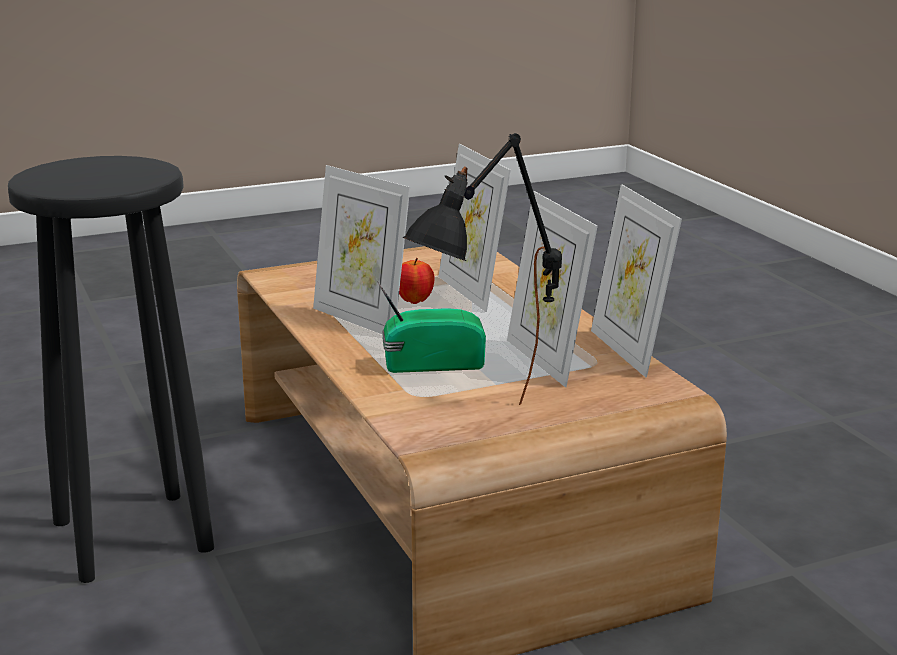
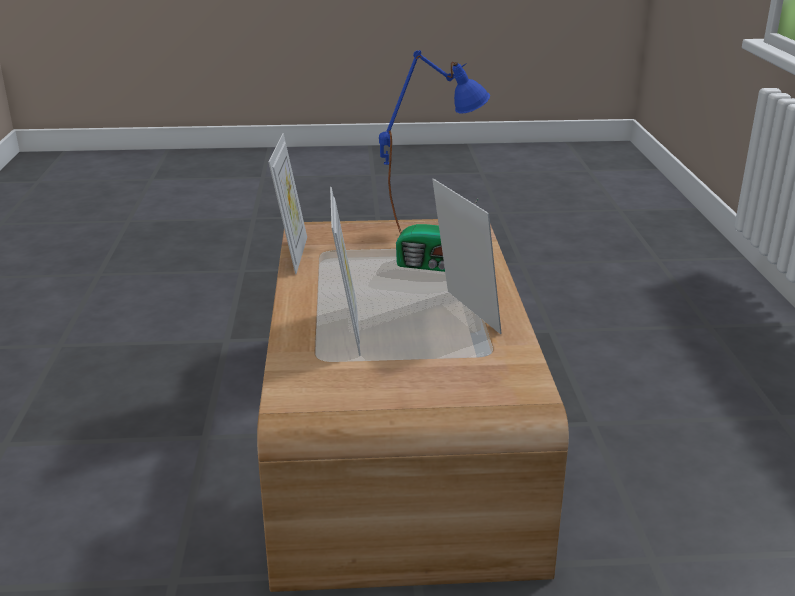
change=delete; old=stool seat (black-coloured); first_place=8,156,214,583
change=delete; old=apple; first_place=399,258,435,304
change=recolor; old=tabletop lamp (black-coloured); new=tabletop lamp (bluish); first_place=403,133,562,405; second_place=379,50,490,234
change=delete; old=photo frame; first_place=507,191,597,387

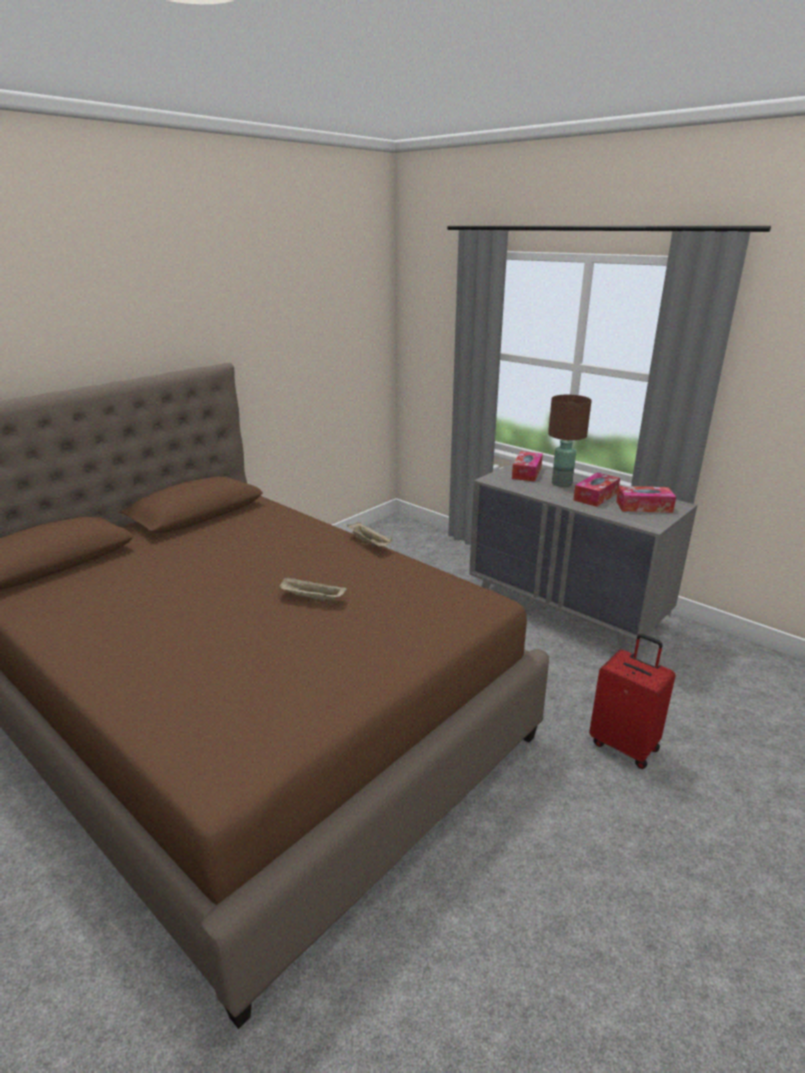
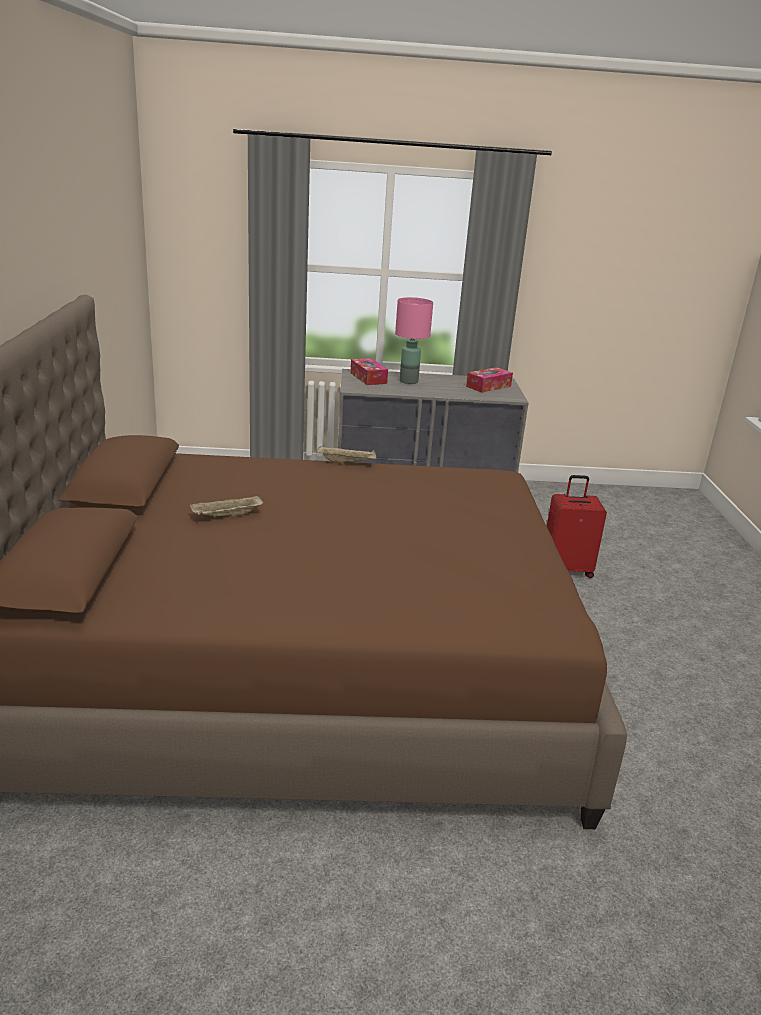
change=move; old=tray (beige); first_place=278,577,347,602; second_place=190,495,263,518
change=recolor; old=tabletop lamp (brown); new=tabletop lamp (pink-coloured); first_place=548,395,592,487; second_place=395,297,433,384
change=delete; old=tissue holder; first_place=573,473,620,507

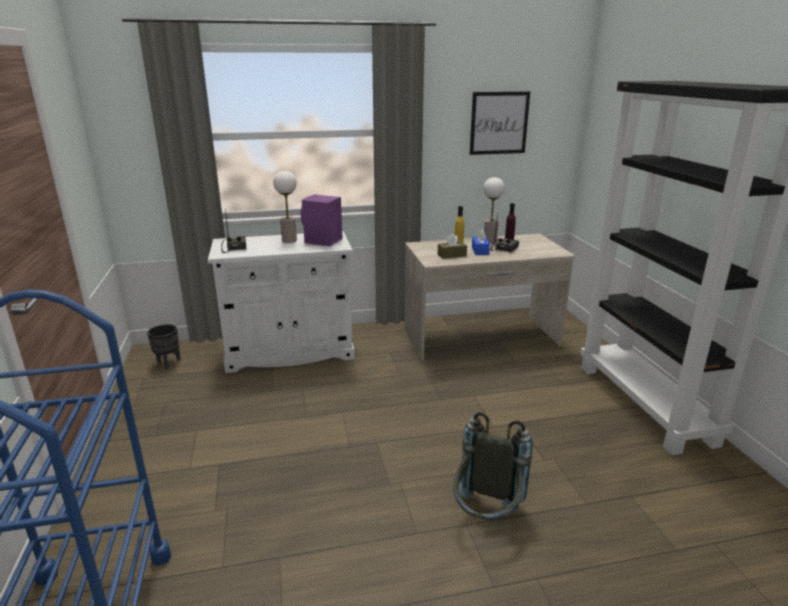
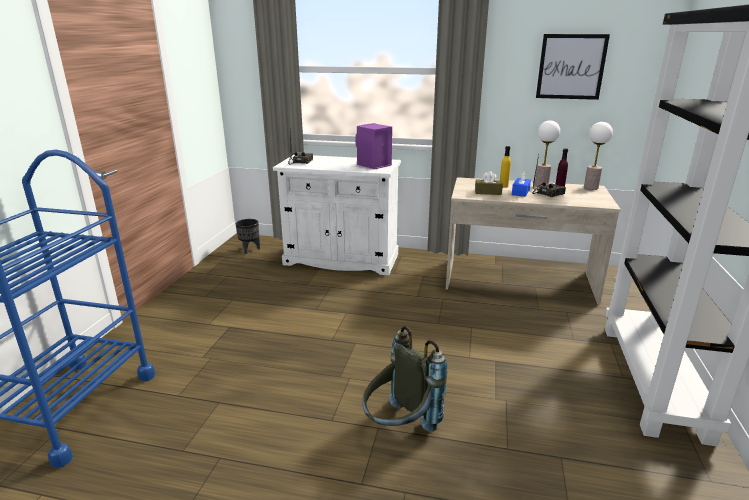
change=move; old=tabletop lamp; first_place=273,170,297,243; second_place=584,122,613,190

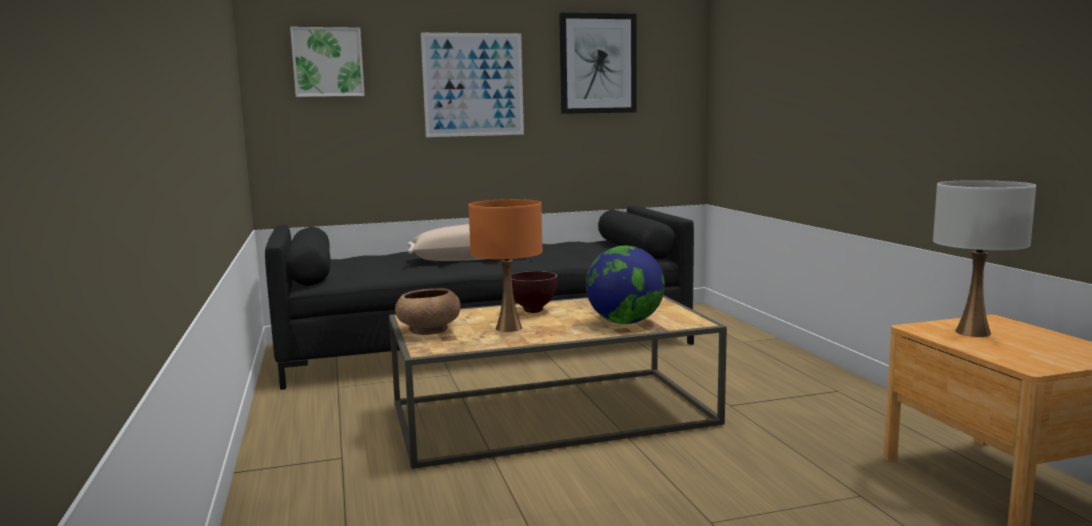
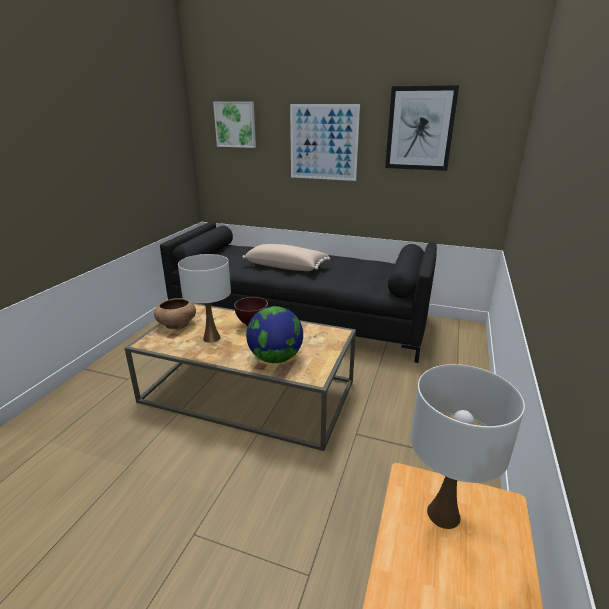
change=recolor; old=tabletop lamp (orange); new=tabletop lamp (white); first_place=469,199,542,332; second_place=178,254,231,343

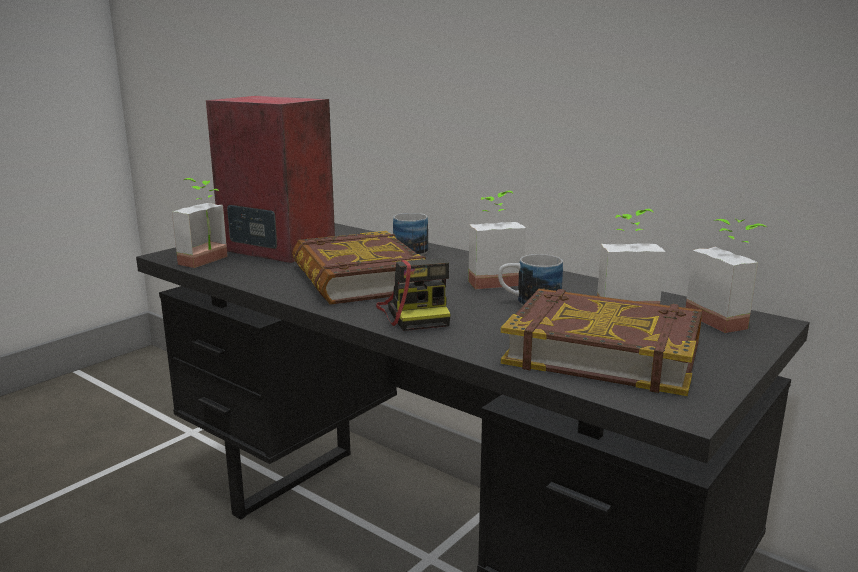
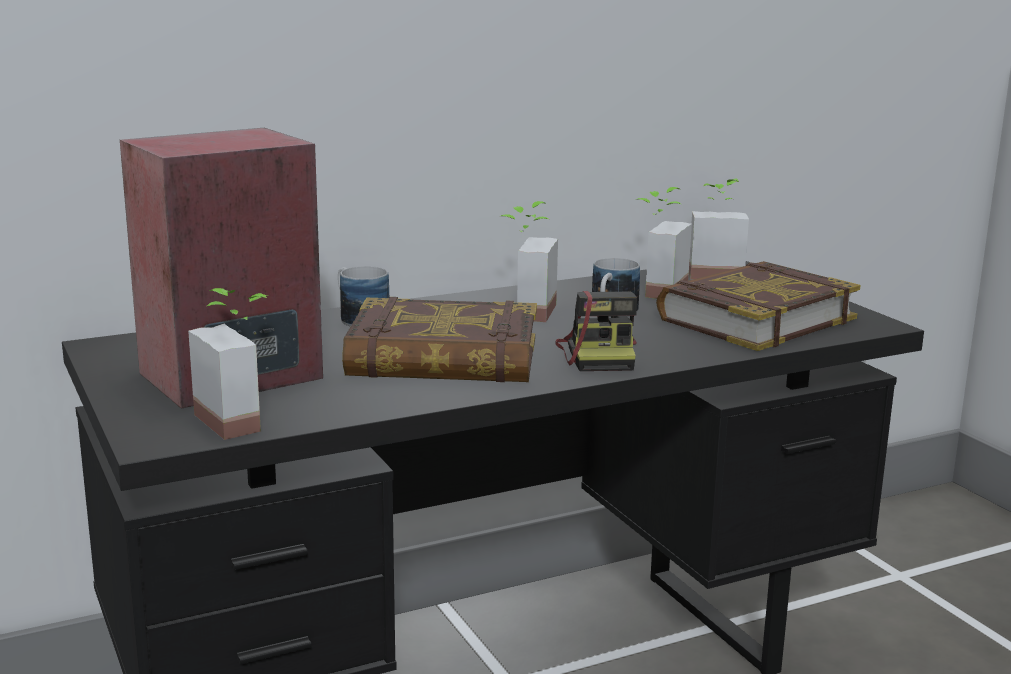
change=rotate; old=photo camera; first_place=376,258,451,331; second_place=555,291,637,371; degrees=75

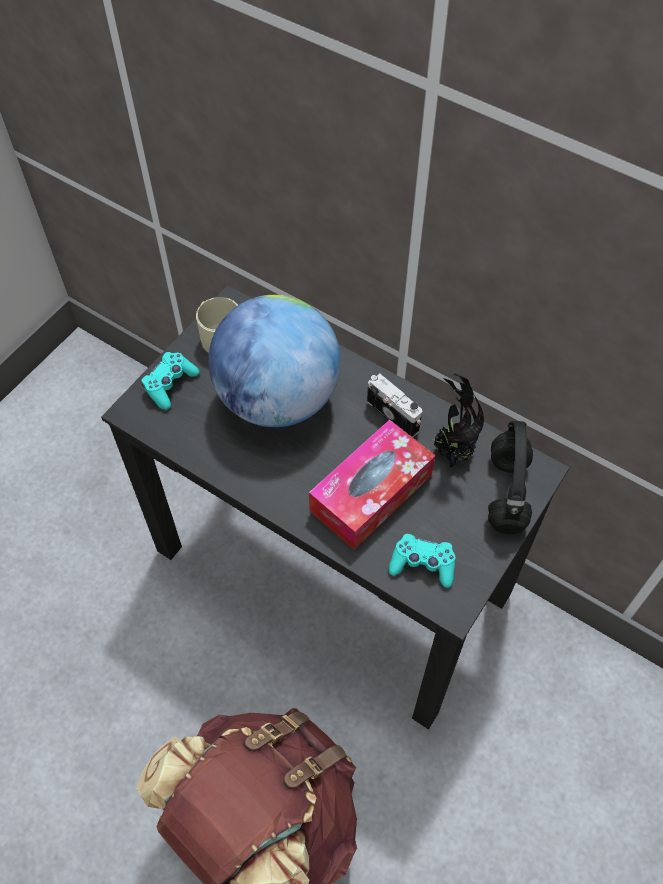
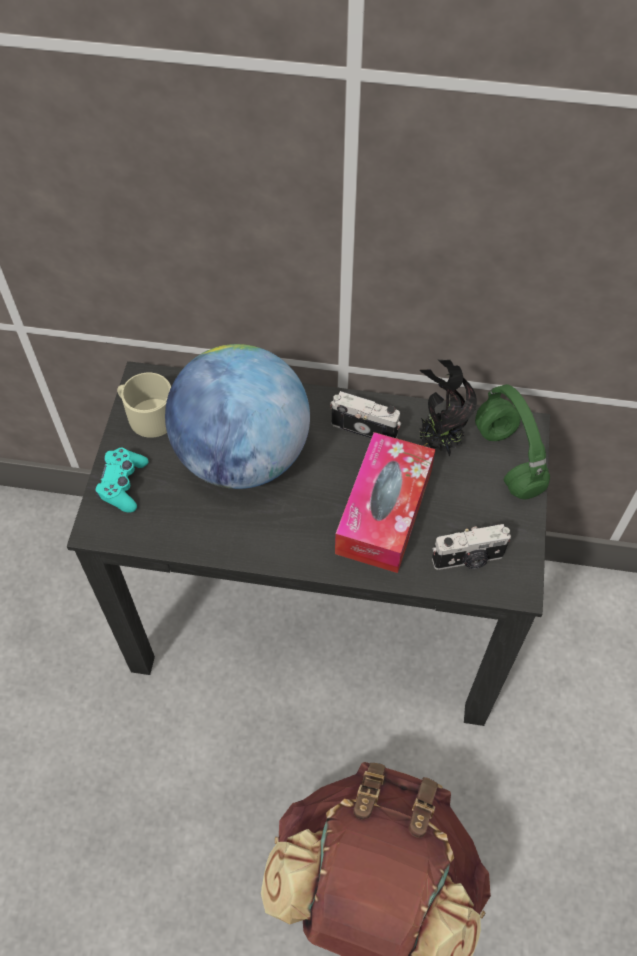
change=replace; old=joypad (blue-green); new=photo camera; first_place=389,534,455,588; second_place=432,524,511,570
change=recolor; old=headset (black-coloured); new=headset (greenish); first_place=488,421,533,534; second_place=475,384,550,500

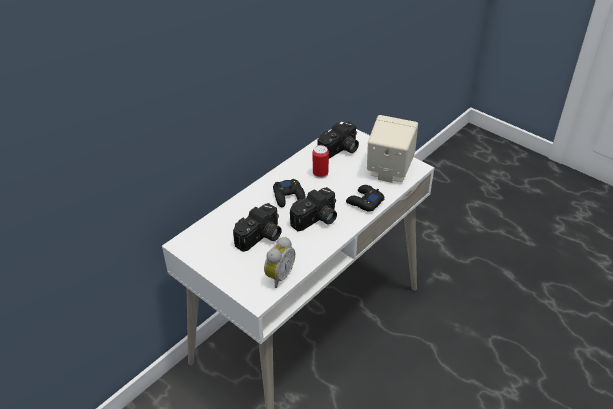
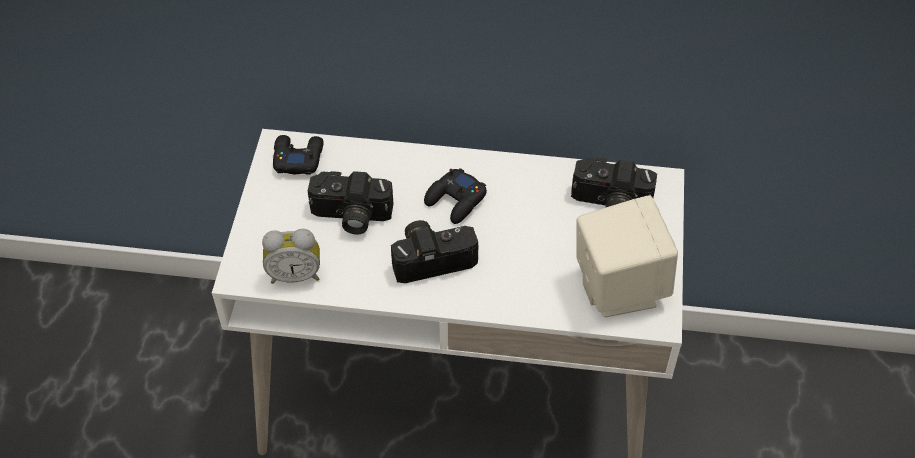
change=rotate; old=photo camera; first_place=290,187,337,231; second_place=391,220,478,283; degrees=150
change=delete; old=metal can; first_place=313,145,329,179
change=move; old=joypad (black-coloured); first_place=346,185,384,212; second_place=273,135,323,175

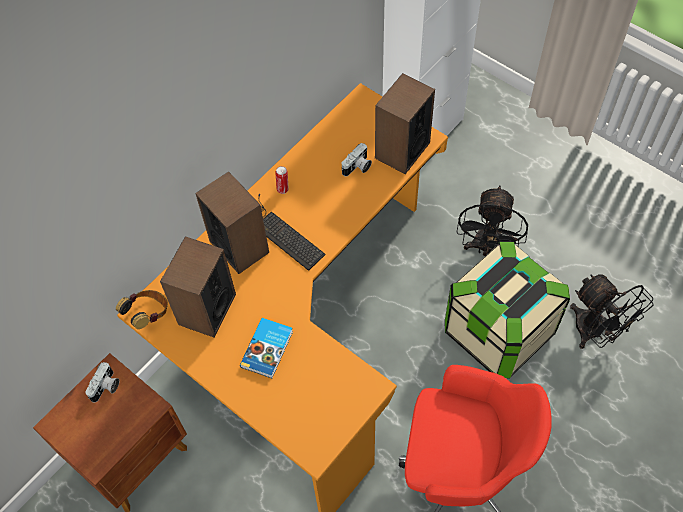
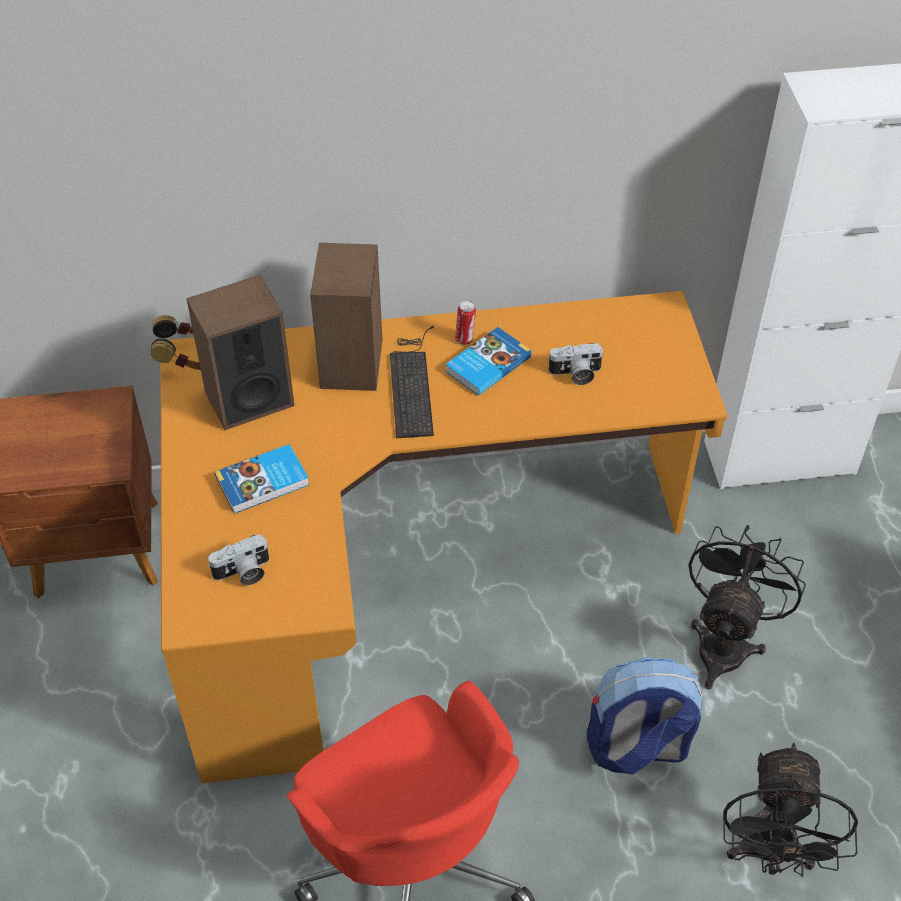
change=move; old=photo camera; first_place=85,362,119,402; second_place=208,534,269,585
change=delete; old=speaker; first_place=375,73,435,174
change=replace; old=storage bin; new=backpack; first_place=445,242,570,378; second_place=587,657,702,775
change=rotate; old=electric fan (black-coloured); first_place=457,186,528,256; second_place=688,525,806,689; degrees=150
change=insert; new=book; second_place=446,327,531,396

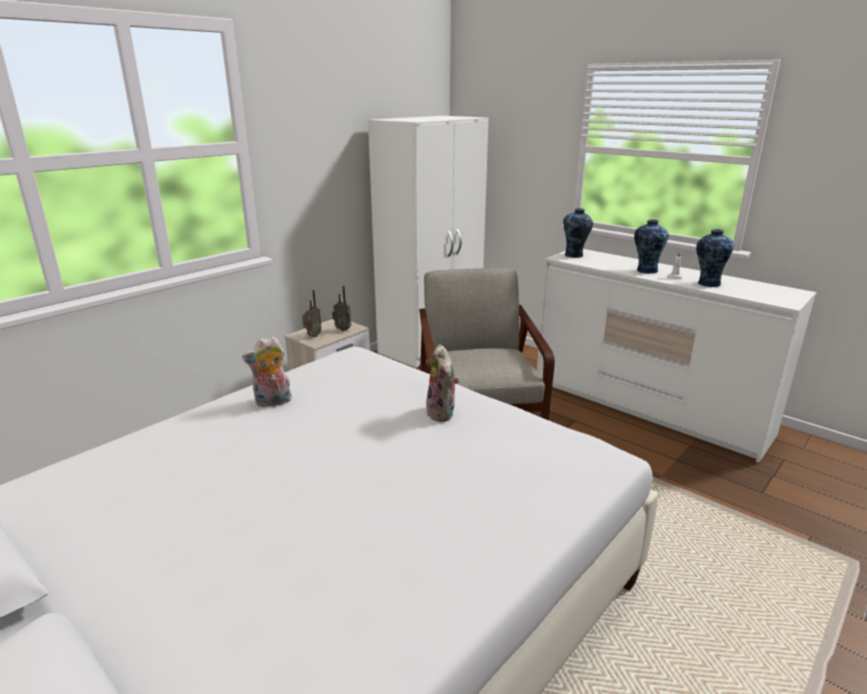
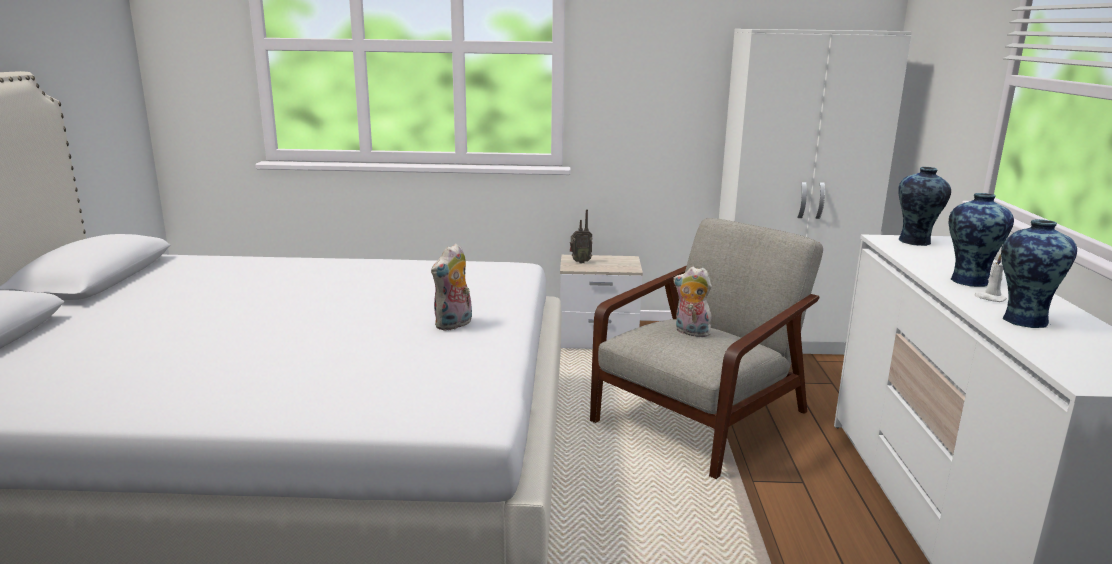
change=move; old=soft toy; first_place=242,336,292,407; second_place=673,267,712,337
change=delete; old=radio receiver; first_place=332,286,351,331

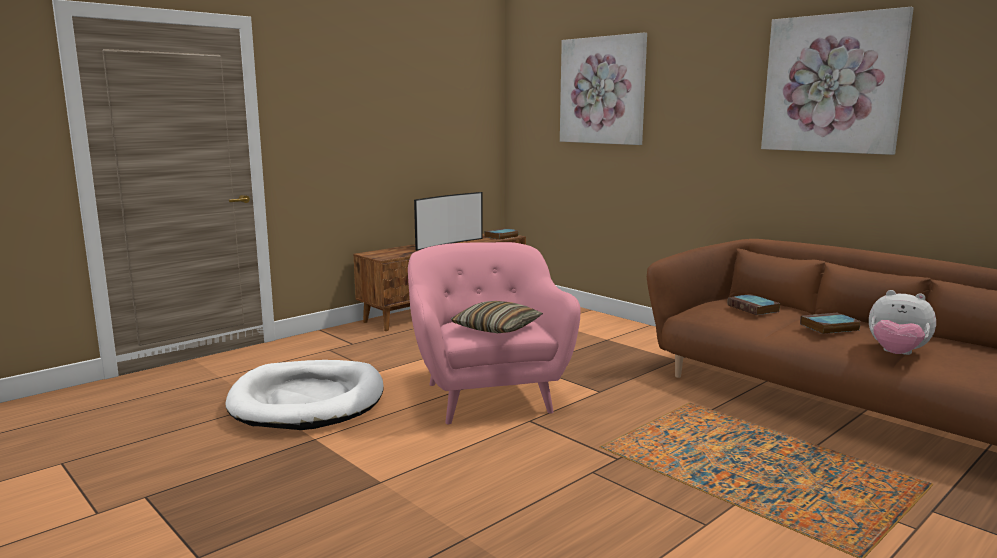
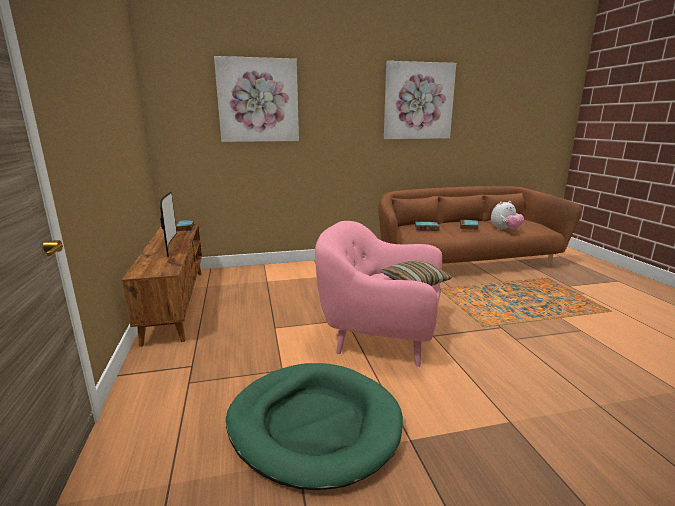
change=recolor; old=dog bed (white); new=dog bed (greenish); first_place=225,360,384,430; second_place=226,363,403,490

